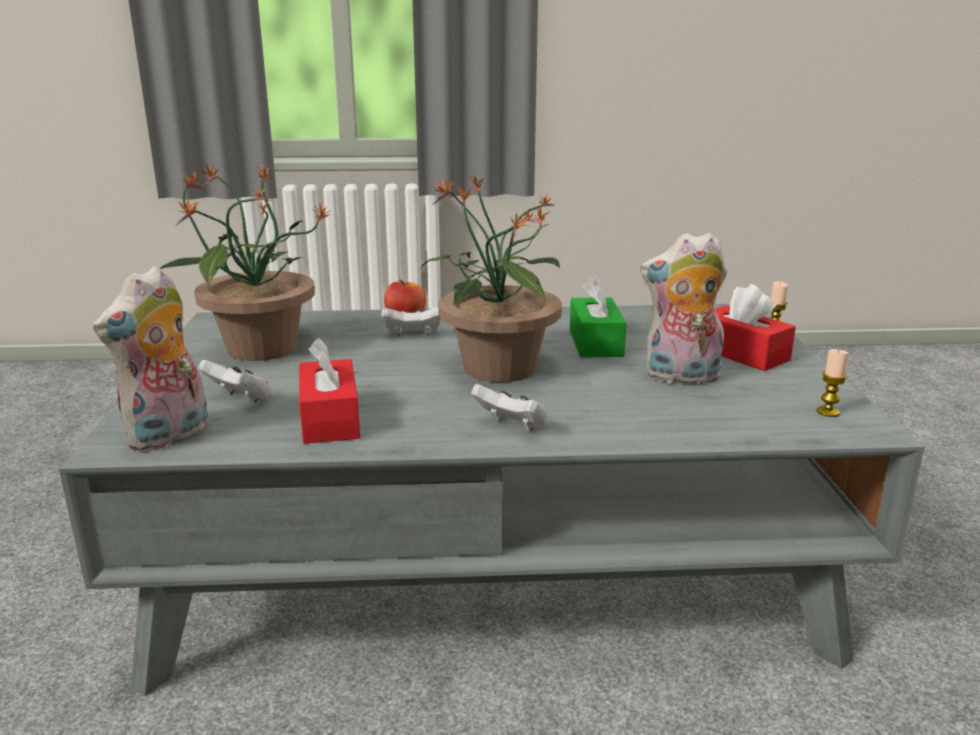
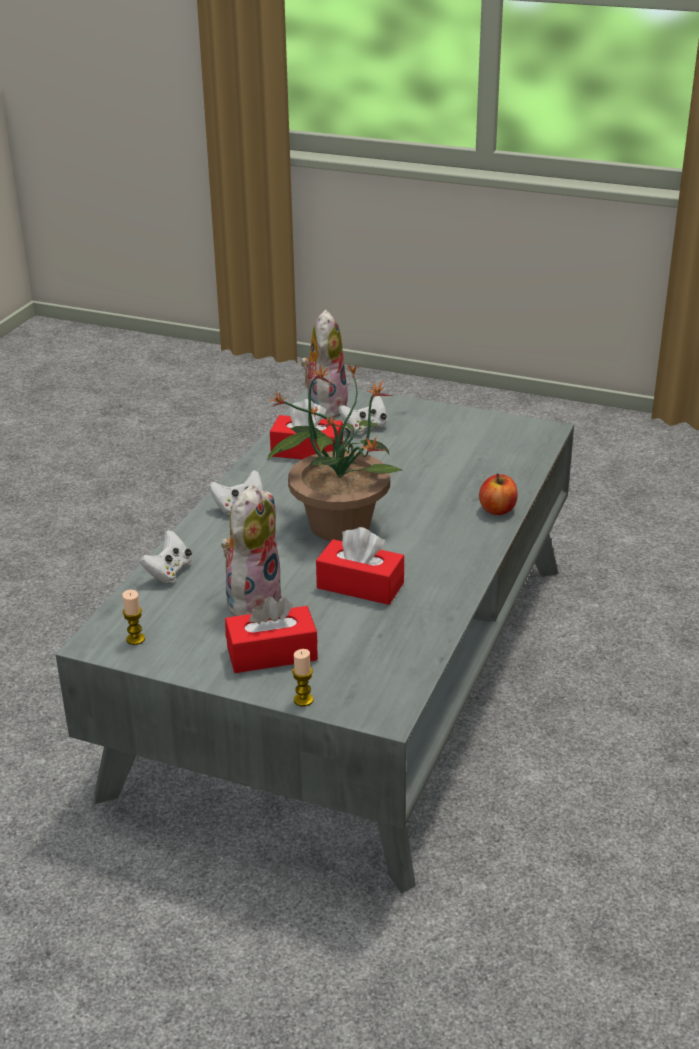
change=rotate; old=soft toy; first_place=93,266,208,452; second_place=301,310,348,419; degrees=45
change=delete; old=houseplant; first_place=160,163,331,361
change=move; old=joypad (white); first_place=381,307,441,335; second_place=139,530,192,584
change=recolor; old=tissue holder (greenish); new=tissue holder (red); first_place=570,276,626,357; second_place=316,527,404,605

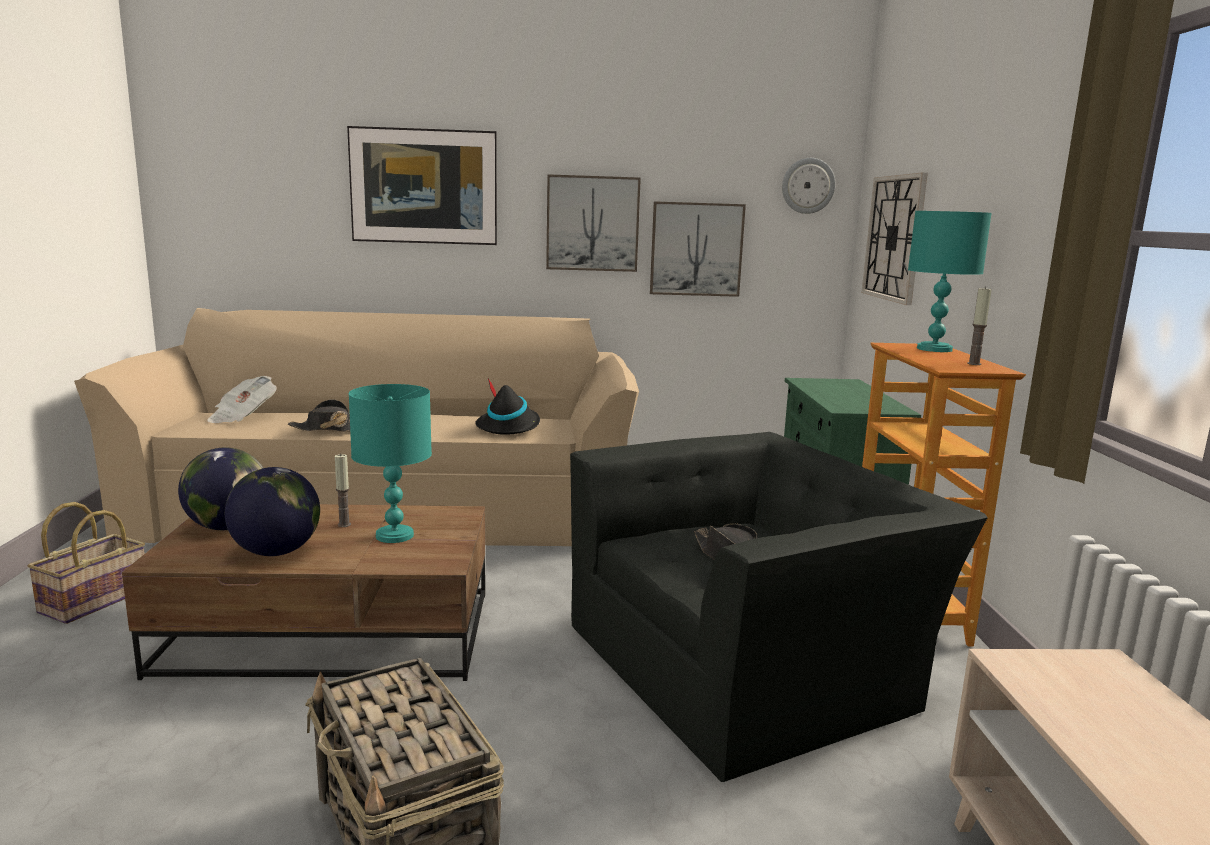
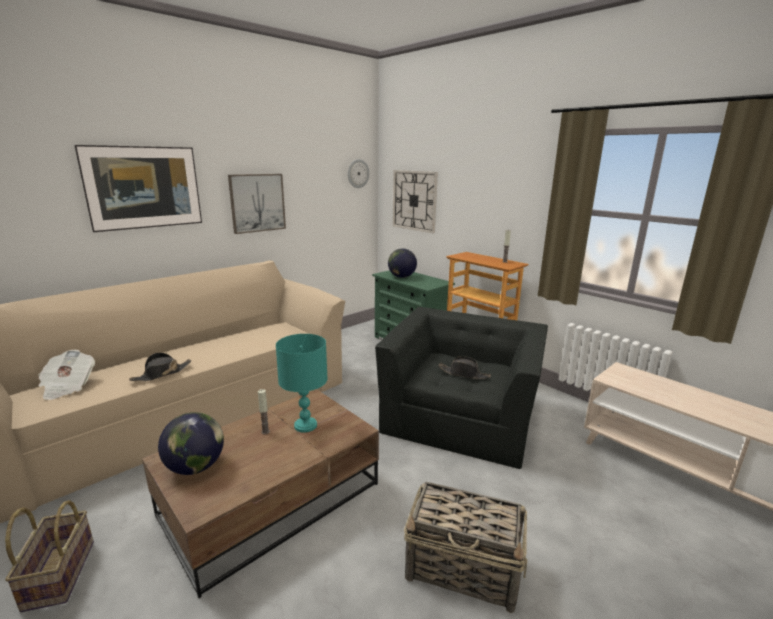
change=move; old=globe; first_place=225,467,320,556; second_place=388,248,417,278
change=delete; old=clothing hat (black-coloured); first_place=475,379,540,435
change=delete; old=wall picture; first_place=650,201,746,297
change=delete; old=tabletop lamp (blue-green); first_place=908,211,992,352

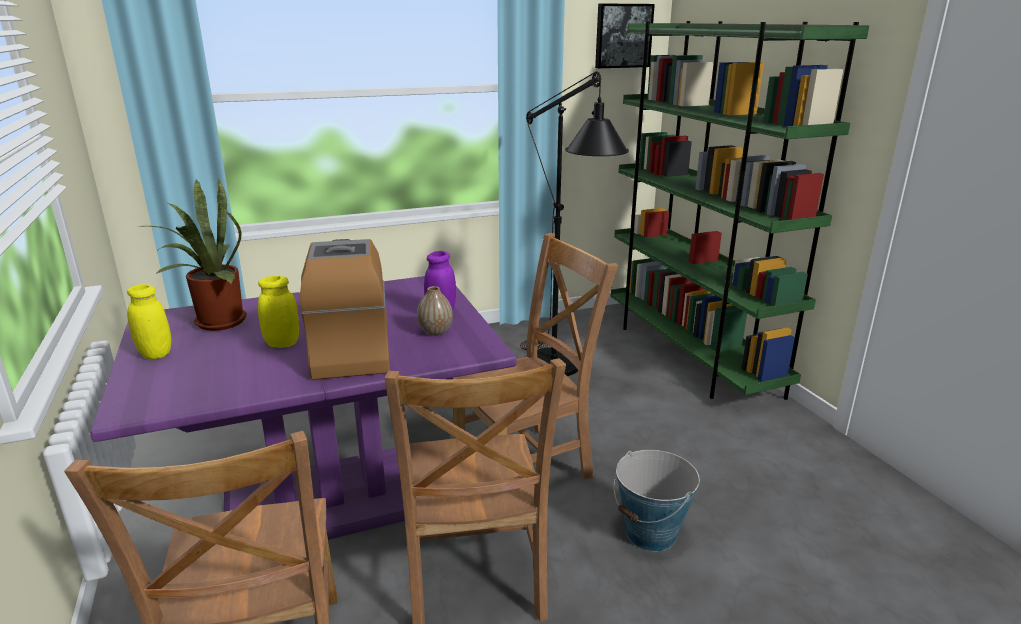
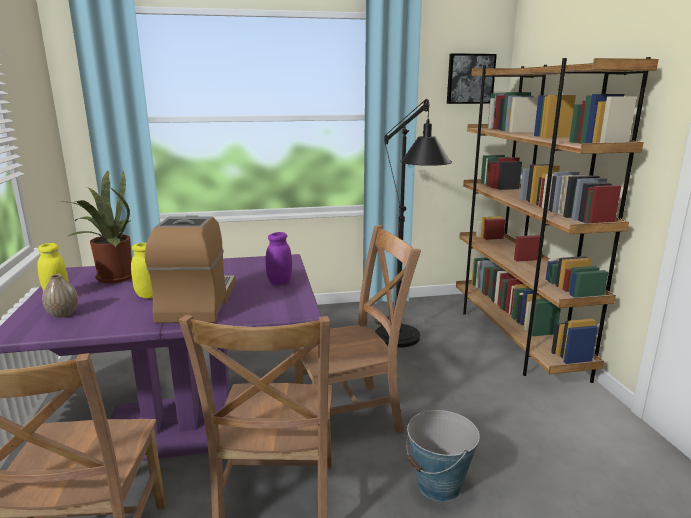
change=move; old=decorative vase; first_place=417,286,453,336; second_place=42,274,78,318
change=recolor; old=bookshelf (greenish); new=bookshelf (brown); first_place=611,21,869,400; second_place=456,57,659,383

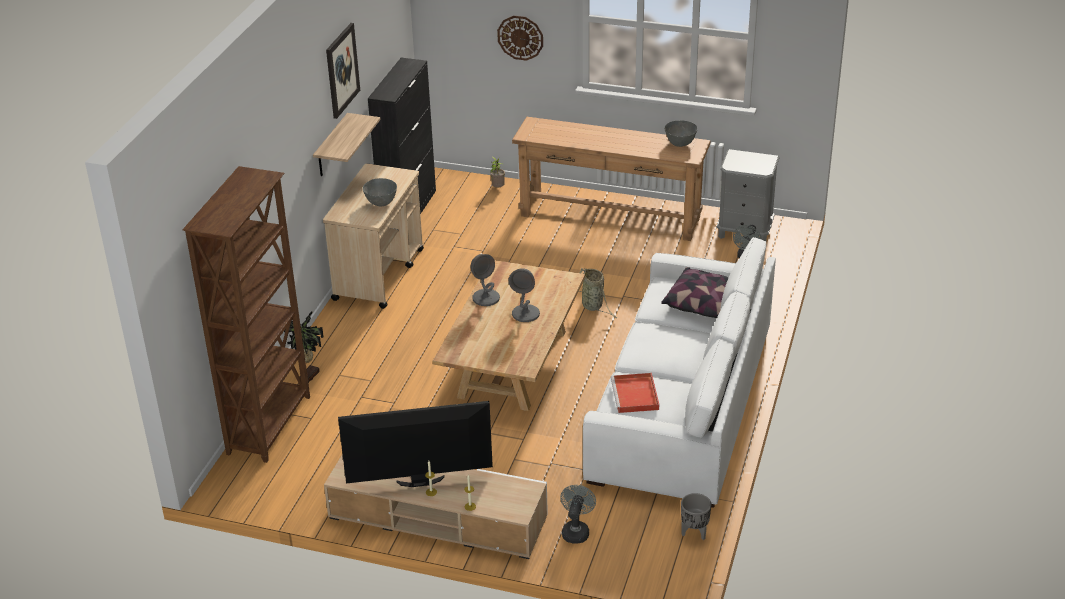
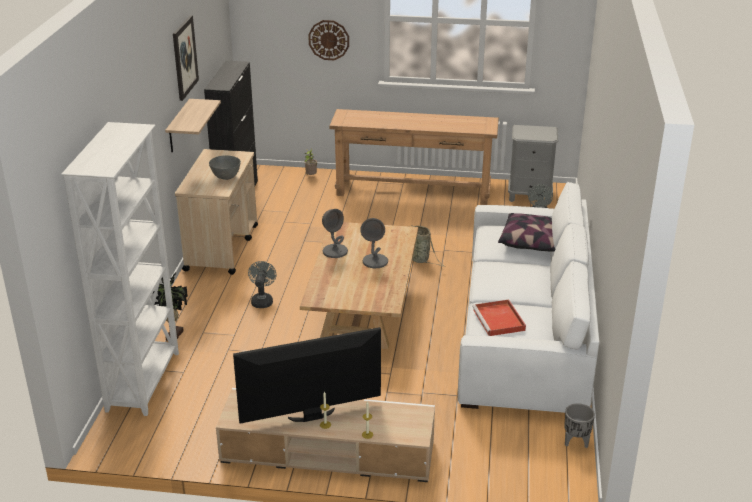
change=recolor; old=bookshelf (brown); new=bookshelf (white); first_place=182,166,310,463; second_place=61,122,179,416
change=move; old=electric fan (grey); first_place=560,485,596,544; second_place=248,261,276,308
change=delete; old=bowl (grey); first_place=664,121,697,147

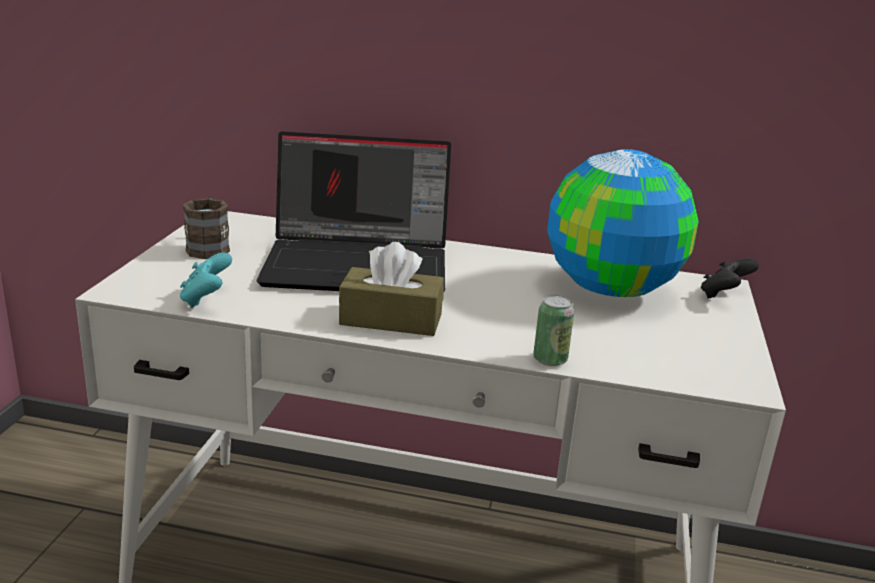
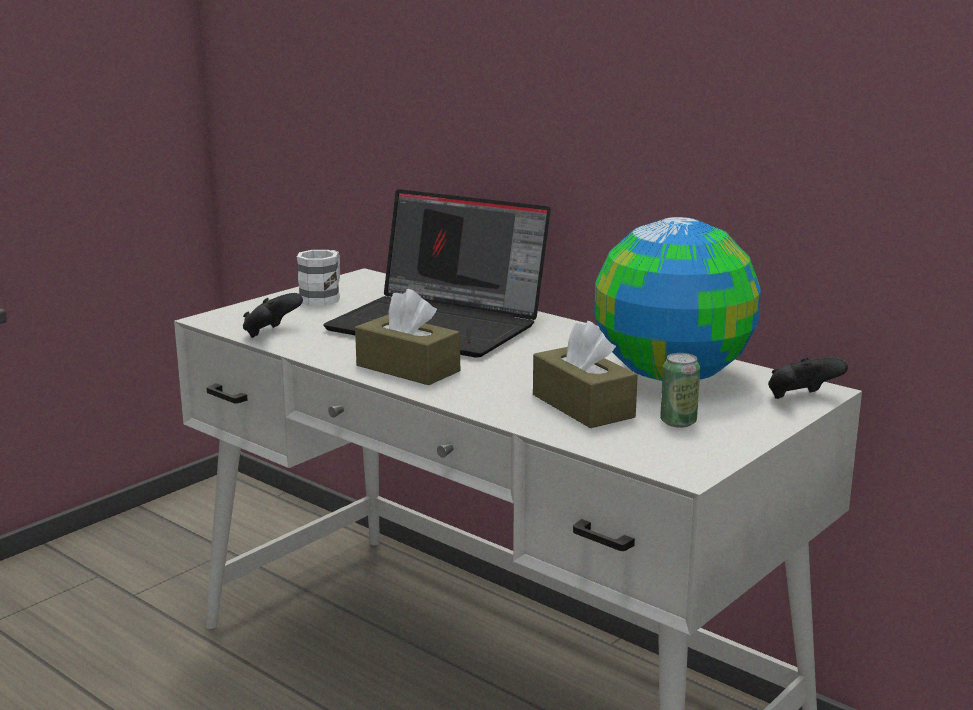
change=recolor; old=joypad (blue-green); new=joypad (black-coloured); first_place=180,253,232,308; second_place=243,293,303,338
change=recolor; old=tea mug (brown); new=tea mug (white); first_place=183,197,230,259; second_place=297,250,340,306
change=move; old=metal can; first_place=533,295,574,366; second_place=660,353,700,428
change=insert; new=tissue holder (brown); second_place=533,321,638,428

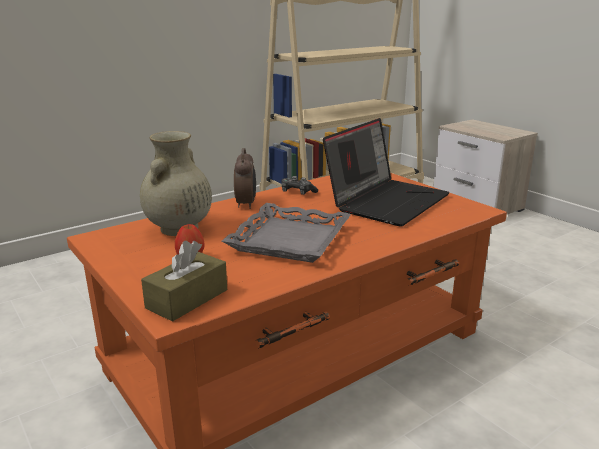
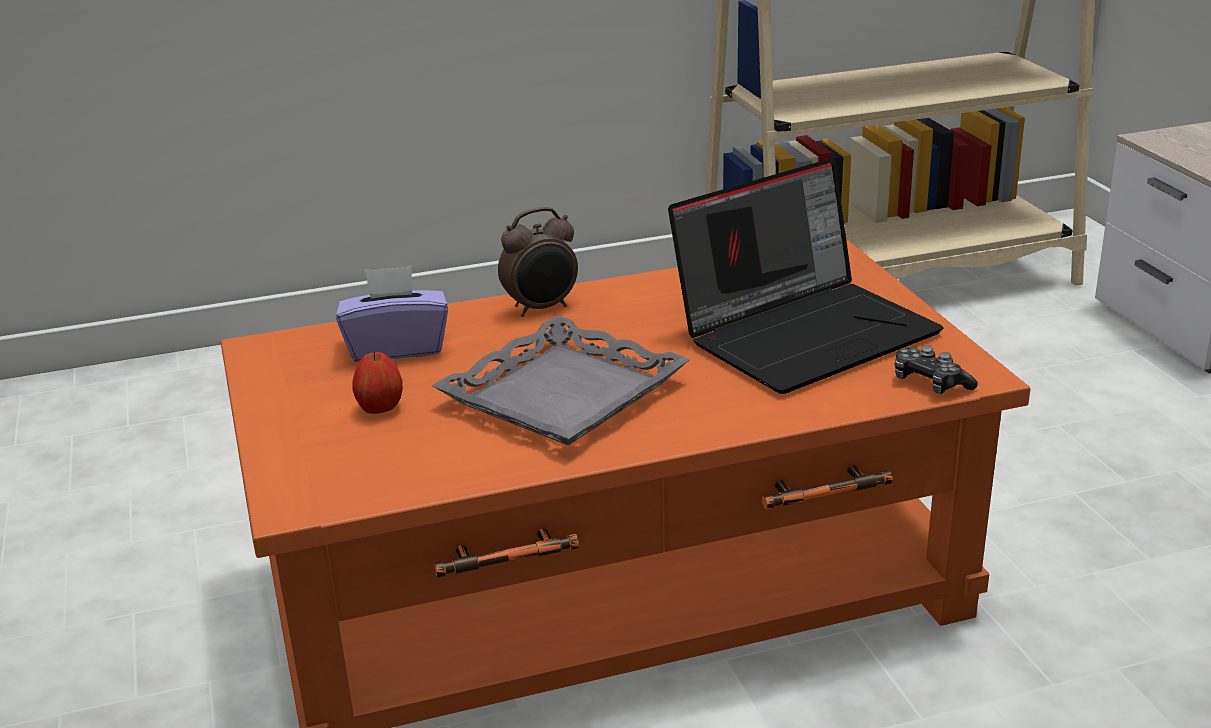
change=replace; old=decorative vase (beige); new=tissue holder (purplish); first_place=140,131,212,236; second_place=336,266,448,362
change=delete; old=tissue holder (brown); first_place=141,241,227,322
change=rotate; old=alarm clock; first_place=234,148,256,209; second_place=498,207,578,317; degrees=45
change=move; old=joypad; first_place=281,176,318,195; second_place=895,345,978,394

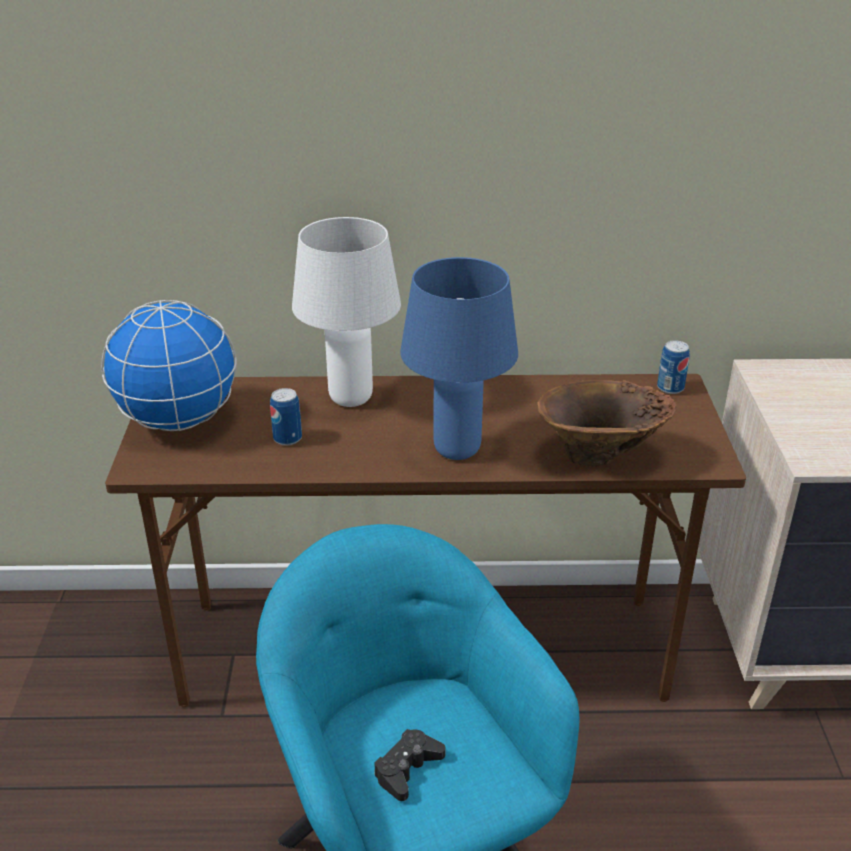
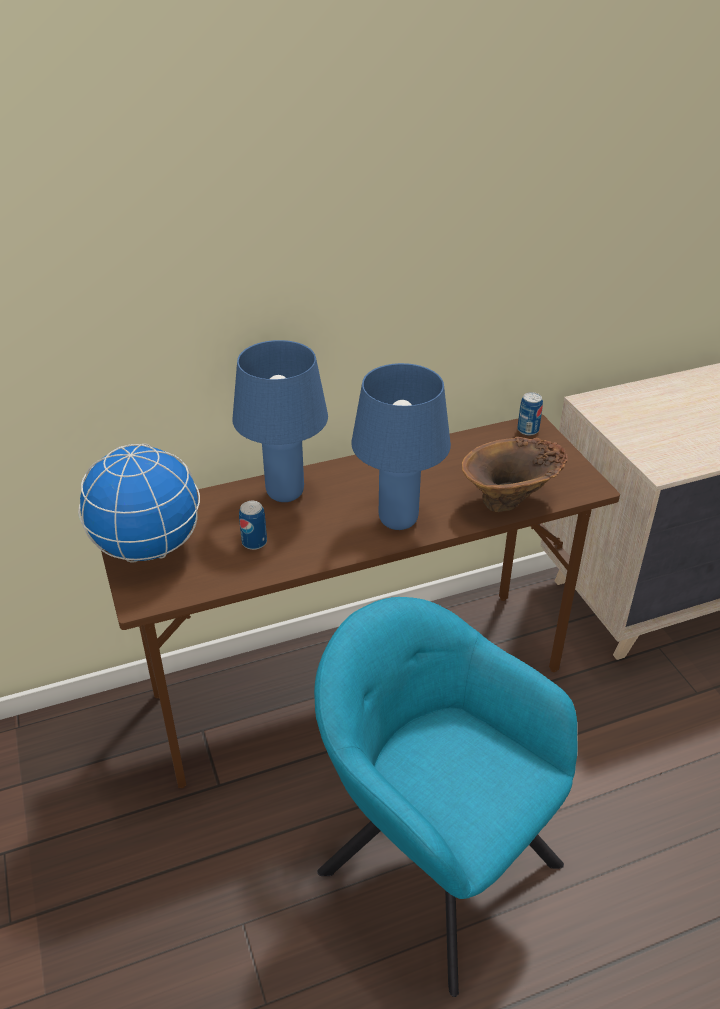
change=recolor; old=tabletop lamp (white); new=tabletop lamp (bluish); first_place=292,217,401,407; second_place=232,340,328,502
change=delete; old=joypad (black-coloured); first_place=374,729,446,801

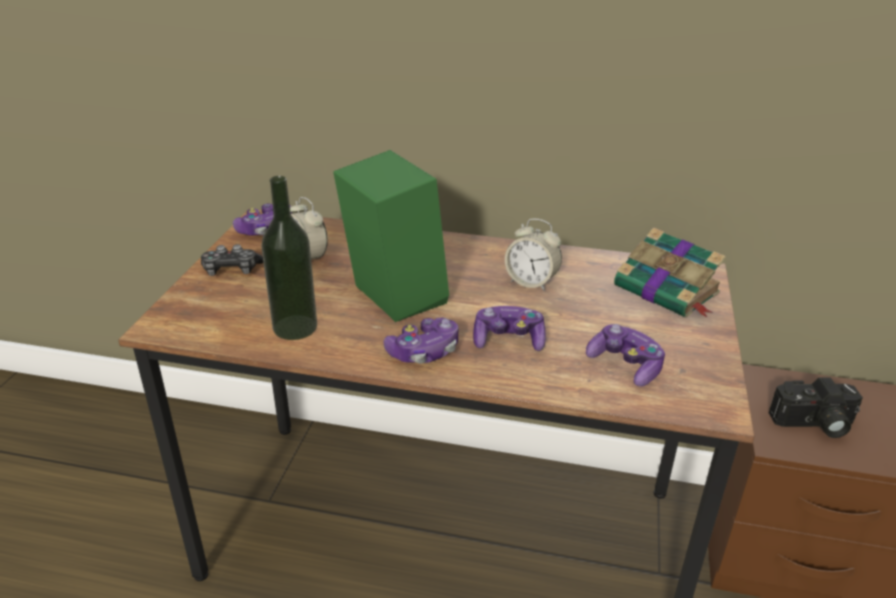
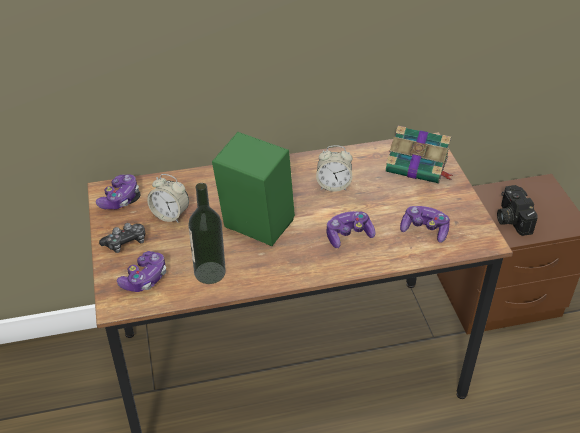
change=move; old=joypad; first_place=384,318,459,363; second_place=117,251,166,292
change=rotate; old=photo camera; first_place=769,377,863,438; second_place=497,185,538,236; degrees=105

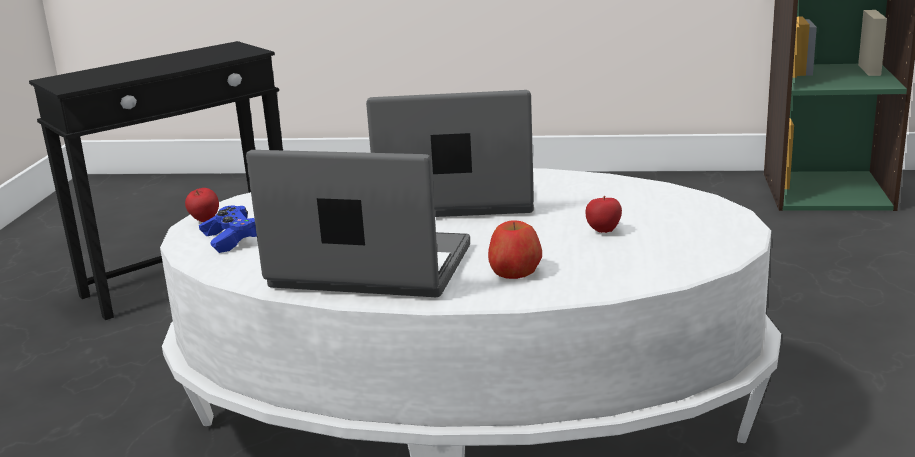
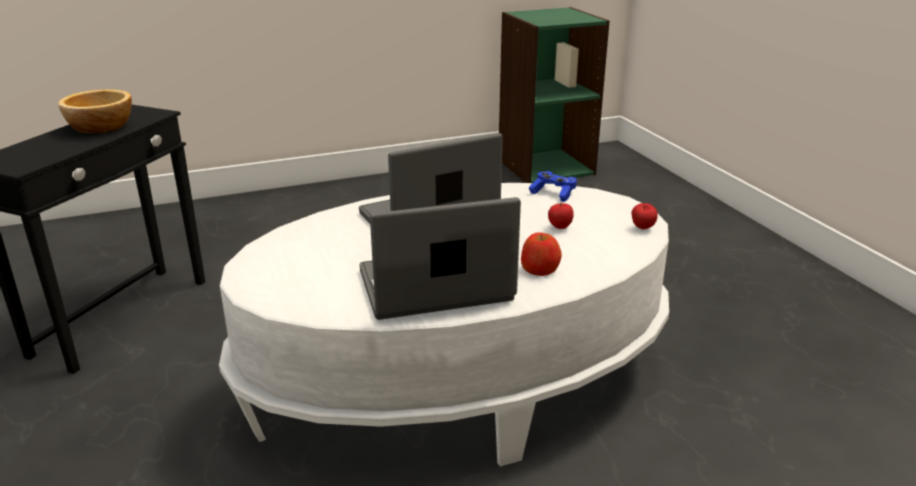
change=move; old=apple; first_place=185,188,219,222; second_place=632,203,658,230
change=move; old=joypad (bluish); first_place=199,205,257,253; second_place=528,171,577,202
change=insert; new=bowl; second_place=58,89,132,134

